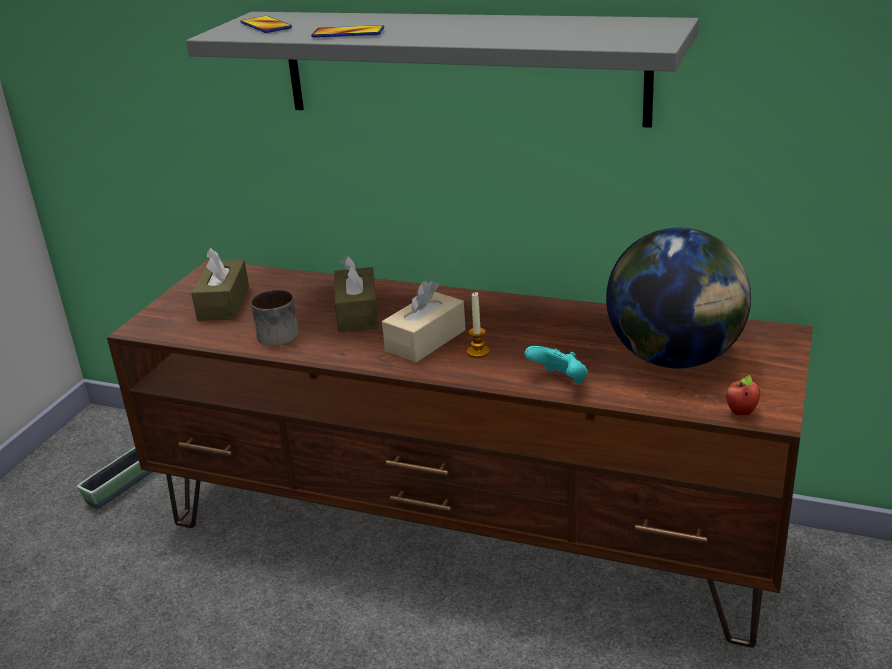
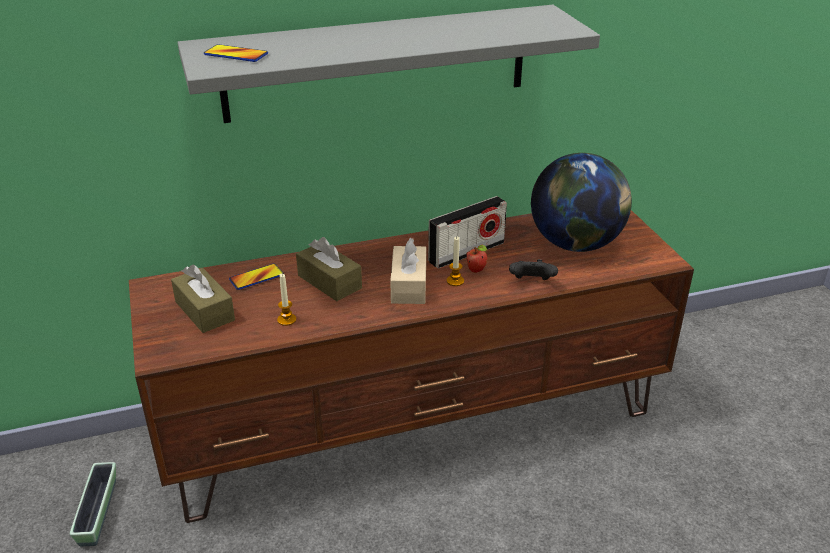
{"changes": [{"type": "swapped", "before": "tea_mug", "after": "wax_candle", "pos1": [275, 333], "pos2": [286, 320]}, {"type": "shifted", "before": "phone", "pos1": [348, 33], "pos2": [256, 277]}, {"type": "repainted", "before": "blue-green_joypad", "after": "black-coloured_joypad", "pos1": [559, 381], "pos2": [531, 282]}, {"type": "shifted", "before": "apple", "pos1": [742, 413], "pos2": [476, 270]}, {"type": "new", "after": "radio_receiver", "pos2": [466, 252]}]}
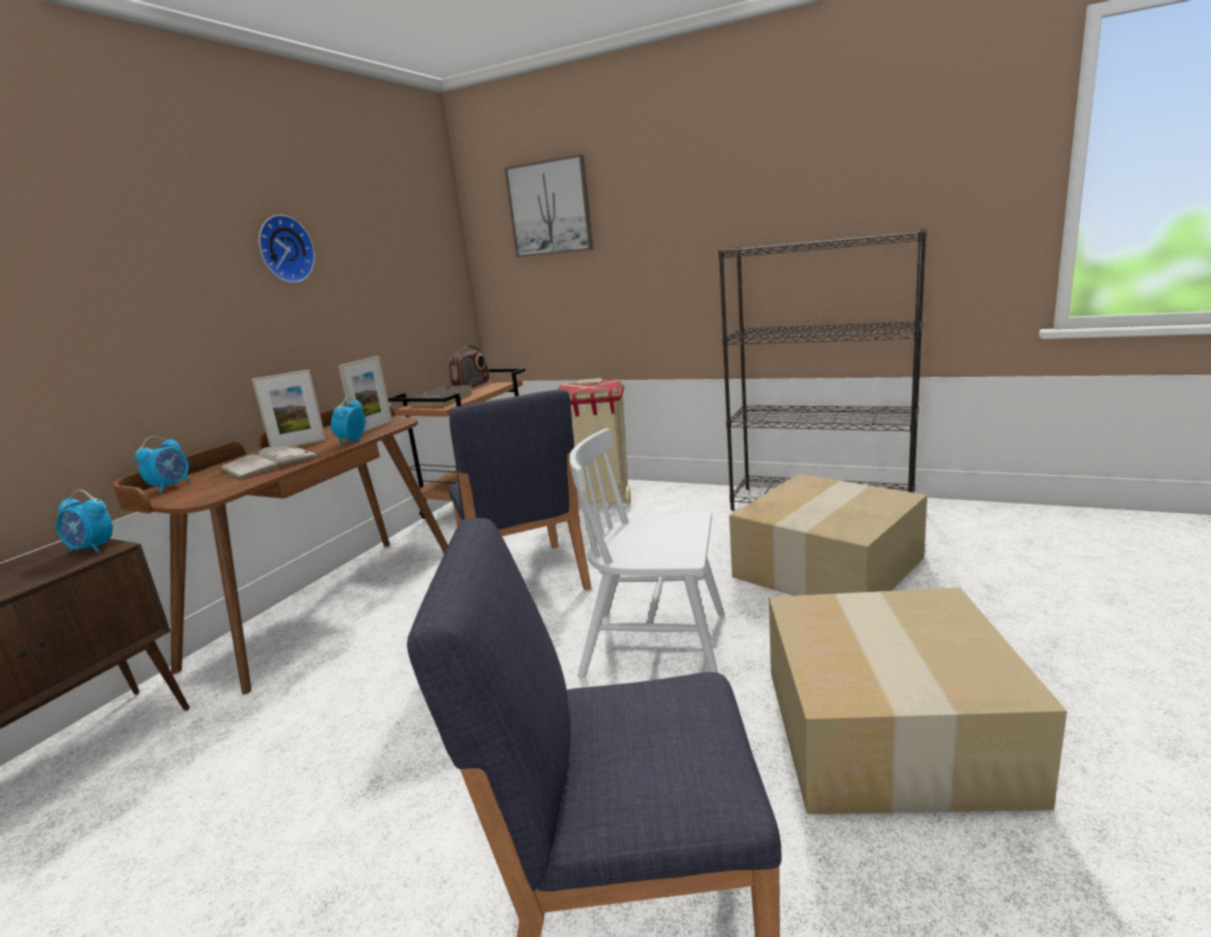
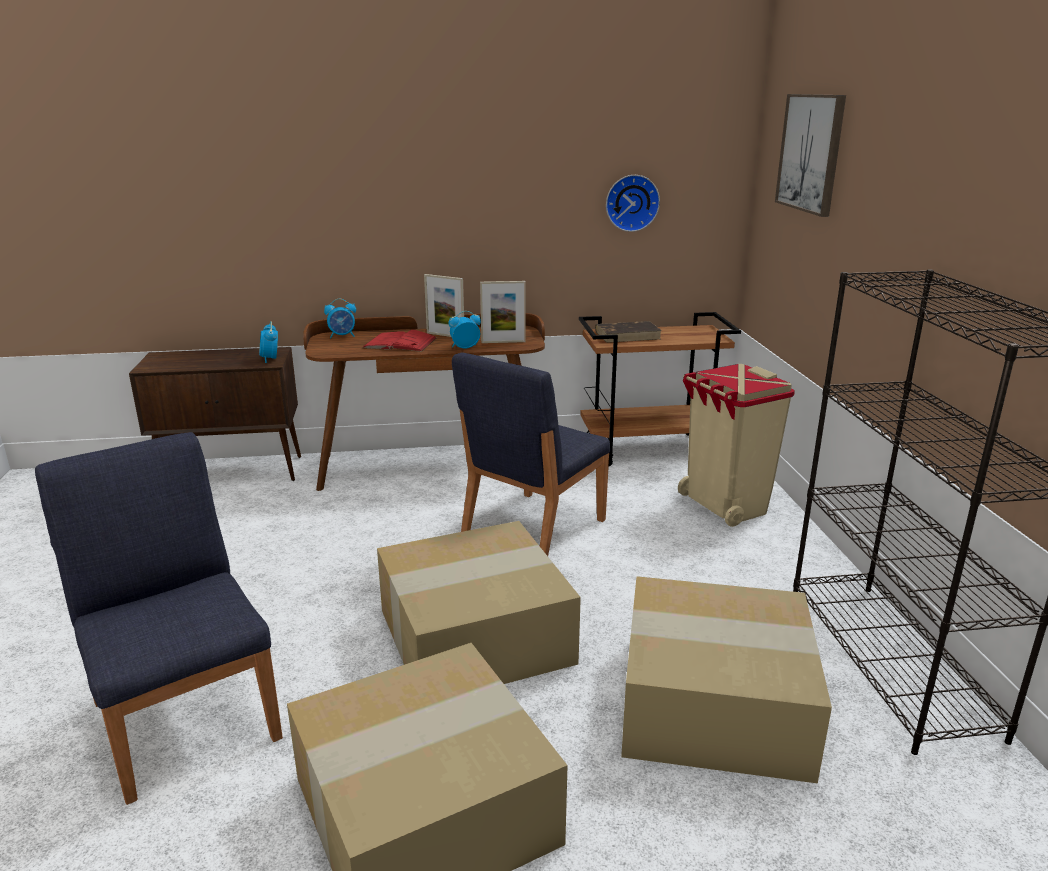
{"changes": [{"type": "repainted", "before": "white-coloured_volume", "after": "reddish_volume", "pos1": [270, 463], "pos2": [400, 343]}, {"type": "shifted", "before": "wall_clock", "pos1": [283, 249], "pos2": [631, 202]}, {"type": "gone", "before": "radio_receiver", "pos1": [471, 386]}, {"type": "swapped", "before": "white-coloured_upright_chair", "after": "packing_box", "pos1": [656, 645], "pos2": [477, 634]}]}
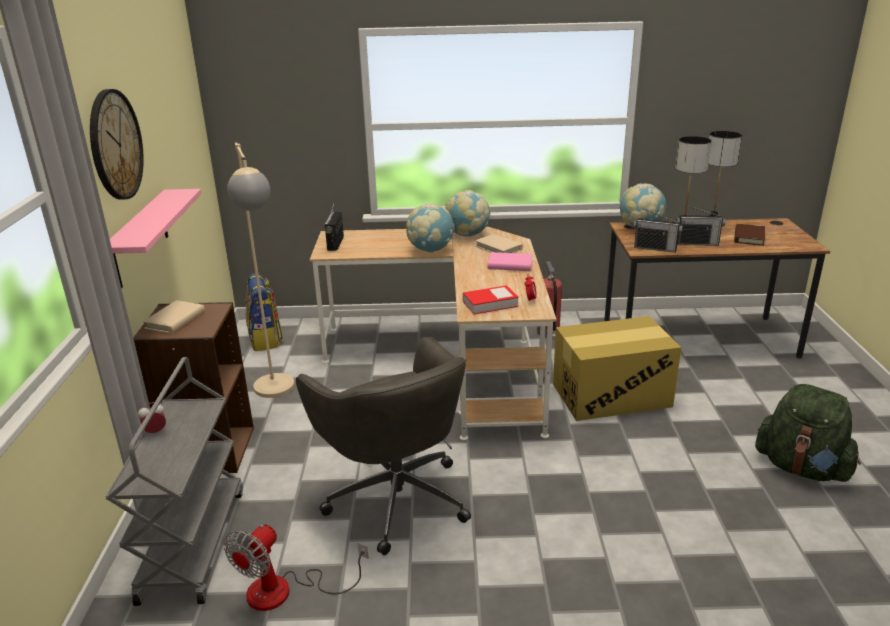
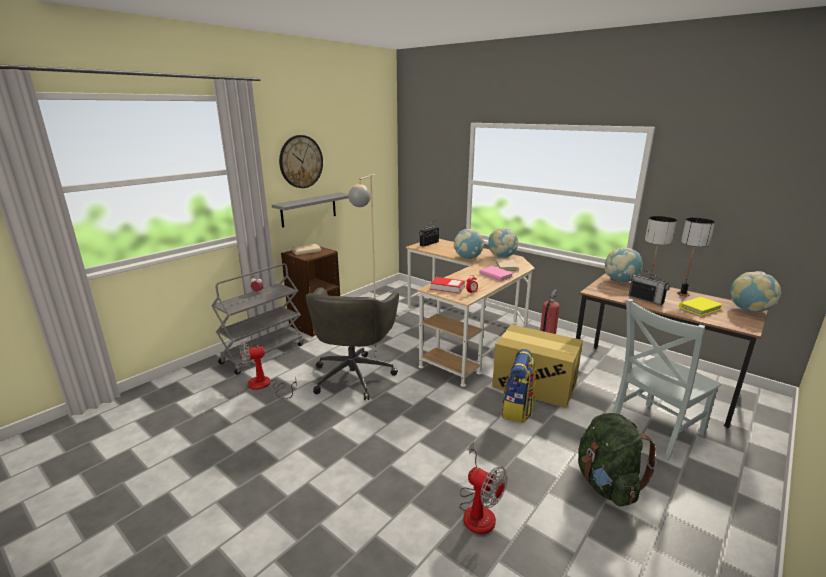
{"changes": [{"type": "repainted", "before": "pink_wall_shelf", "after": "greyish_wall_shelf", "pos1": [140, 238], "pos2": [309, 209]}, {"type": "shifted", "before": "knapsack", "pos1": [266, 340], "pos2": [517, 410]}, {"type": "gone", "before": "radio_receiver", "pos1": [655, 248]}, {"type": "repainted", "before": "brownish_volume", "after": "yellowish_volume", "pos1": [749, 237], "pos2": [699, 308]}, {"type": "new", "after": "cooling_fan", "pos2": [478, 510]}, {"type": "new", "after": "greyish_upright_chair", "pos2": [653, 430]}, {"type": "new", "after": "world_globe", "pos2": [749, 310]}]}
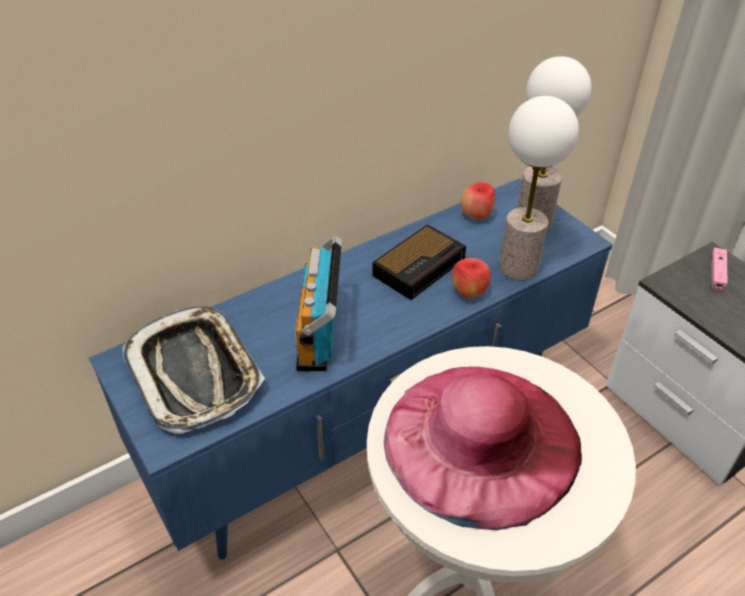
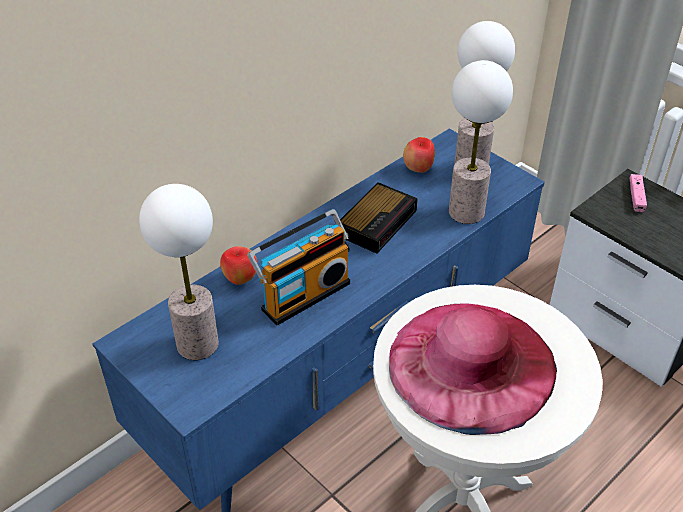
{"changes": [{"type": "swapped", "before": "carrying_tray", "after": "tabletop_lamp", "pos1": [195, 373], "pos2": [198, 344]}, {"type": "rotated", "before": "radio_receiver", "pos1": [321, 333], "pos2": [303, 294], "turn": -120}, {"type": "shifted", "before": "apple", "pos1": [469, 293], "pos2": [240, 279]}]}
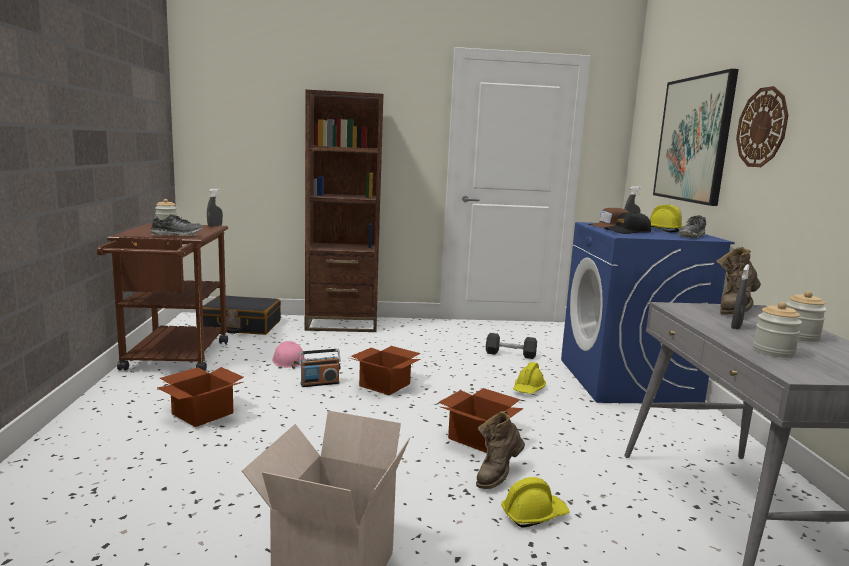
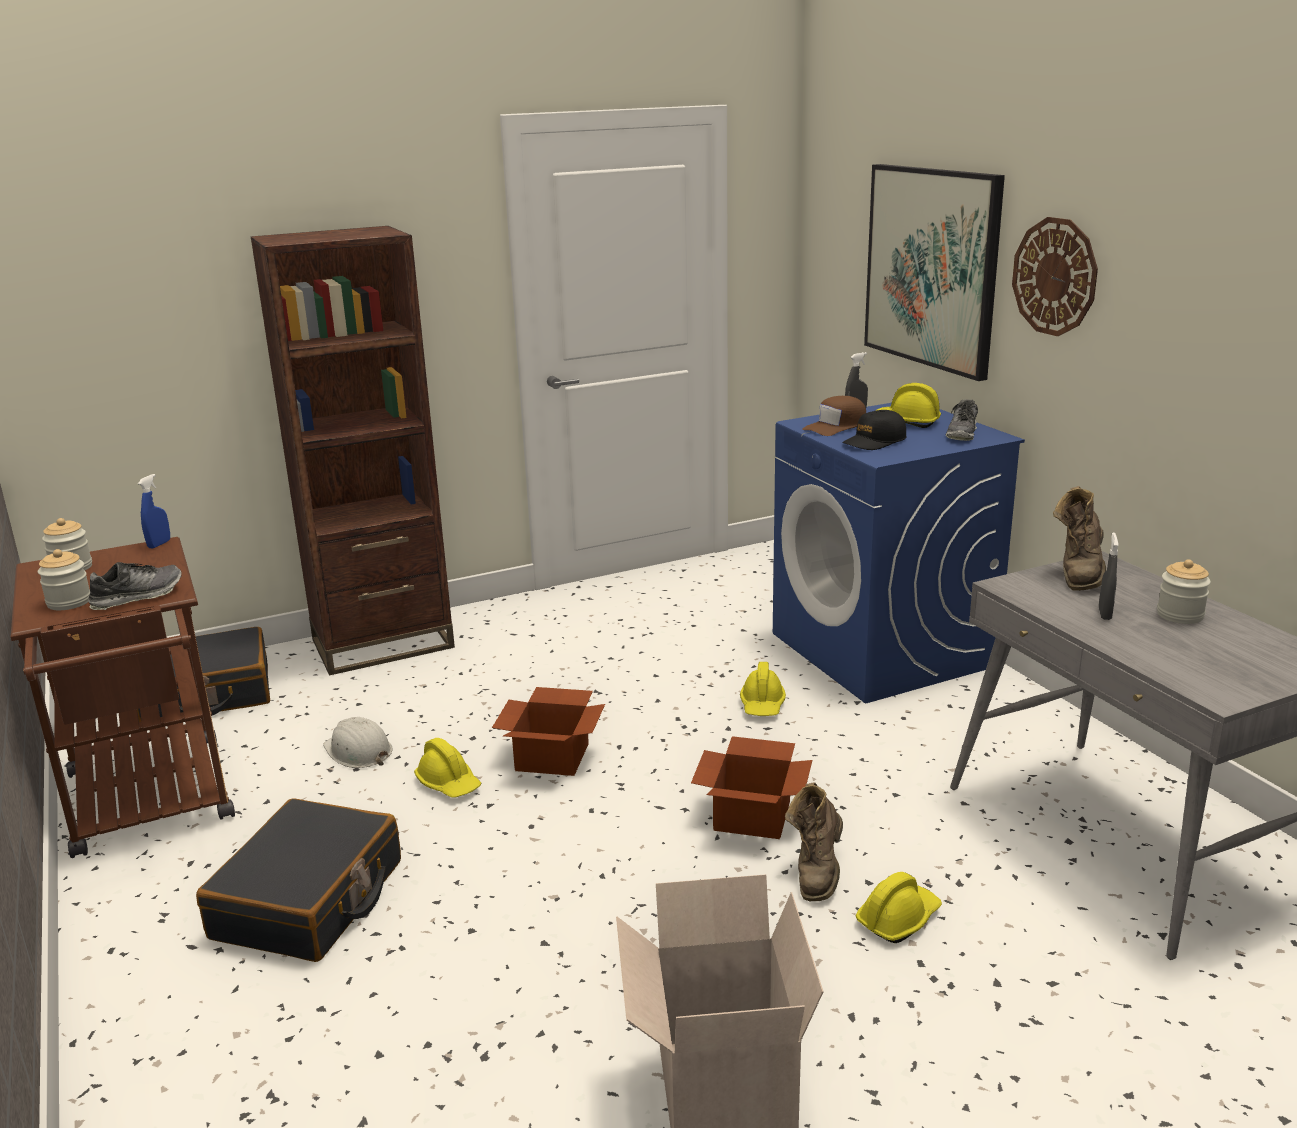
{"changes": [{"type": "swapped", "before": "packing_box", "after": "black-coloured_piece_of_luggage", "pos1": [202, 413], "pos2": [309, 900]}, {"type": "repainted", "before": "greyish_spray_bottle", "after": "blue_spray_bottle", "pos1": [215, 226], "pos2": [159, 544]}, {"type": "repainted", "before": "pink_work_helmet", "after": "white-coloured_work_helmet", "pos1": [288, 361], "pos2": [358, 751]}, {"type": "swapped", "before": "radio_receiver", "after": "yellowish_work_helmet", "pos1": [319, 383], "pos2": [449, 784]}, {"type": "gone", "before": "black-coloured_free_weight", "pos1": [510, 354]}, {"type": "shifted", "before": "jar", "pos1": [773, 351], "pos2": [69, 602]}]}
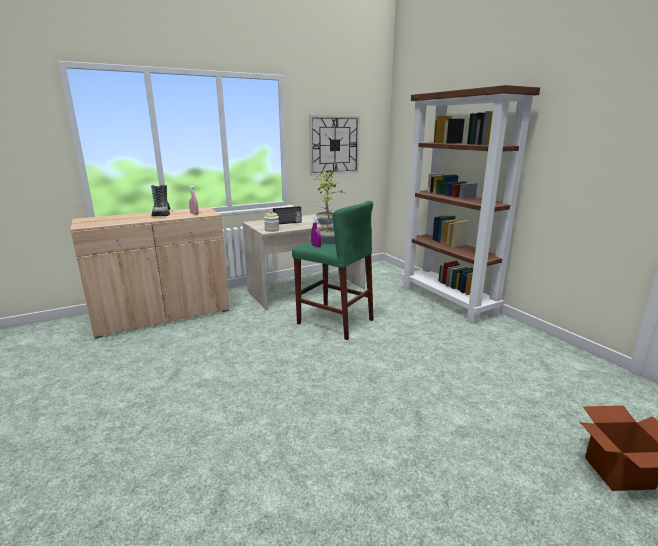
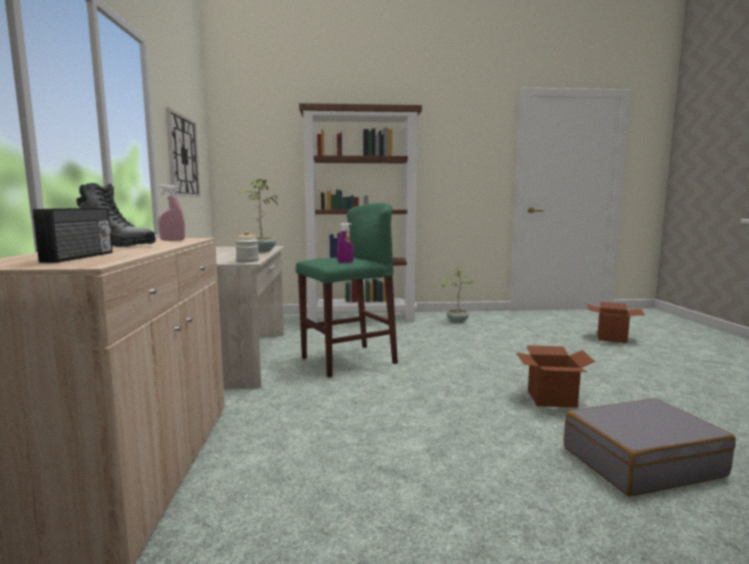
{"changes": [{"type": "shifted", "before": "radio_receiver", "pos1": [287, 223], "pos2": [80, 257]}, {"type": "shifted", "before": "potted_plant", "pos1": [328, 241], "pos2": [457, 321]}, {"type": "new", "after": "packing_box", "pos2": [551, 399]}, {"type": "new", "after": "greyish_piece_of_luggage", "pos2": [641, 461]}]}
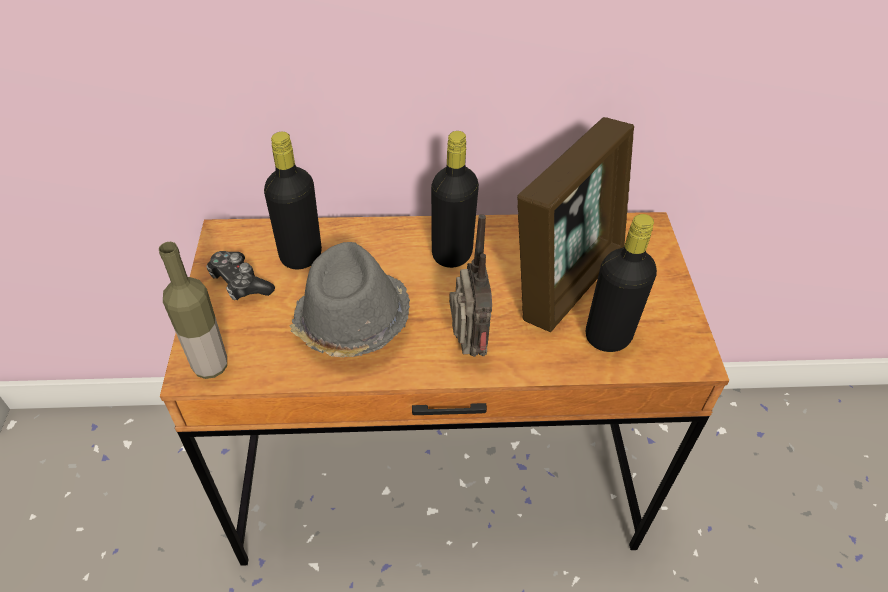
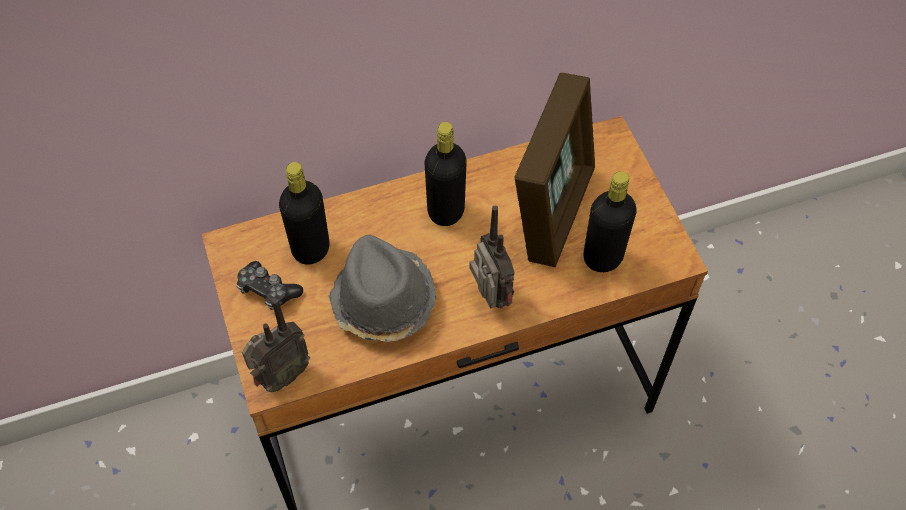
{"changes": [{"type": "swapped", "before": "bottle", "after": "radio_receiver", "pos1": [210, 366], "pos2": [280, 376]}]}
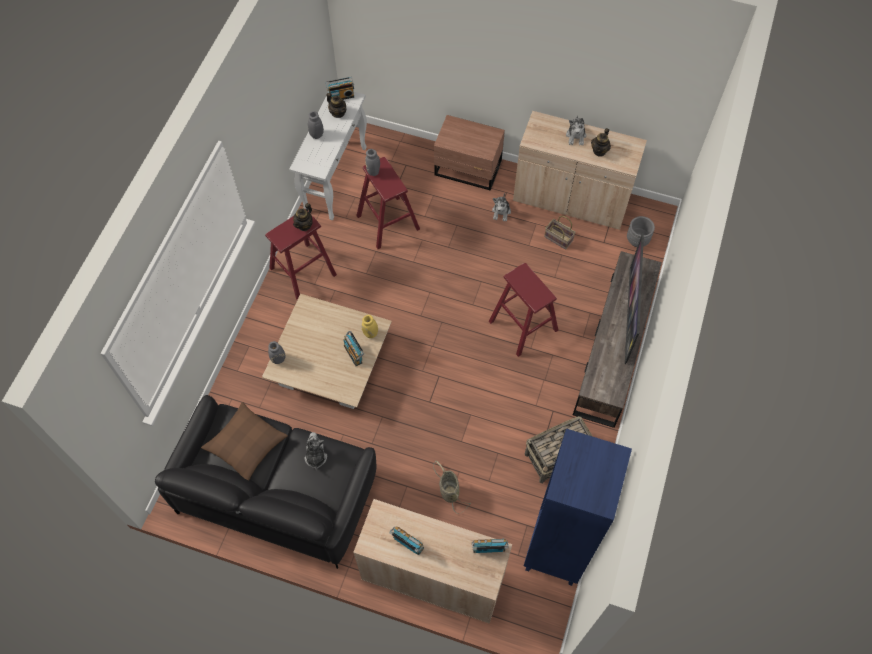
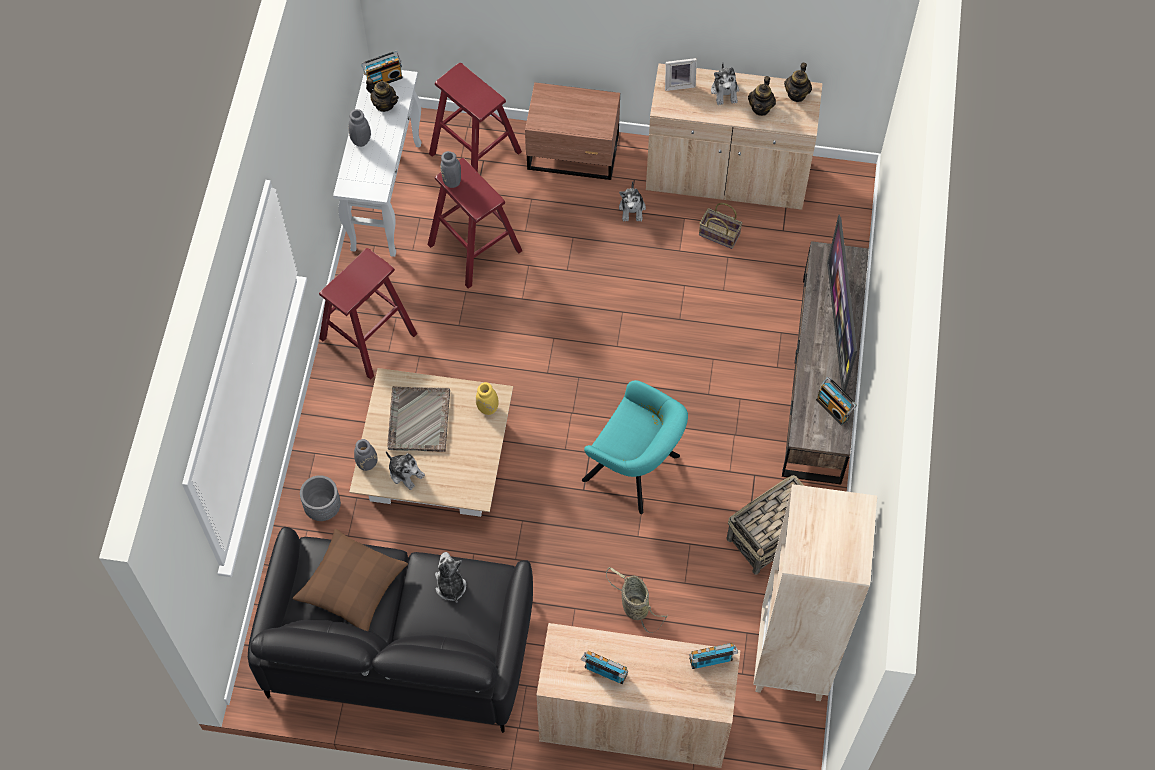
{"changes": [{"type": "shifted", "before": "teapot", "pos1": [304, 225], "pos2": [797, 94]}, {"type": "shifted", "before": "radio_receiver", "pos1": [354, 353], "pos2": [833, 408]}, {"type": "shifted", "before": "reddish_sitting_stool", "pos1": [523, 325], "pos2": [475, 153]}, {"type": "repainted", "before": "blue_bookcase", "after": "beige_bookcase", "pos1": [556, 551], "pos2": [792, 660]}, {"type": "shifted", "before": "greyish_plant_pot", "pos1": [637, 240], "pos2": [323, 508]}, {"type": "new", "after": "soft_toy", "pos2": [405, 473]}, {"type": "new", "after": "greyish_carrying_tray", "pos2": [418, 420]}, {"type": "new", "after": "blue-green_easy_chair", "pos2": [636, 471]}, {"type": "new", "after": "photo_frame", "pos2": [679, 83]}]}
